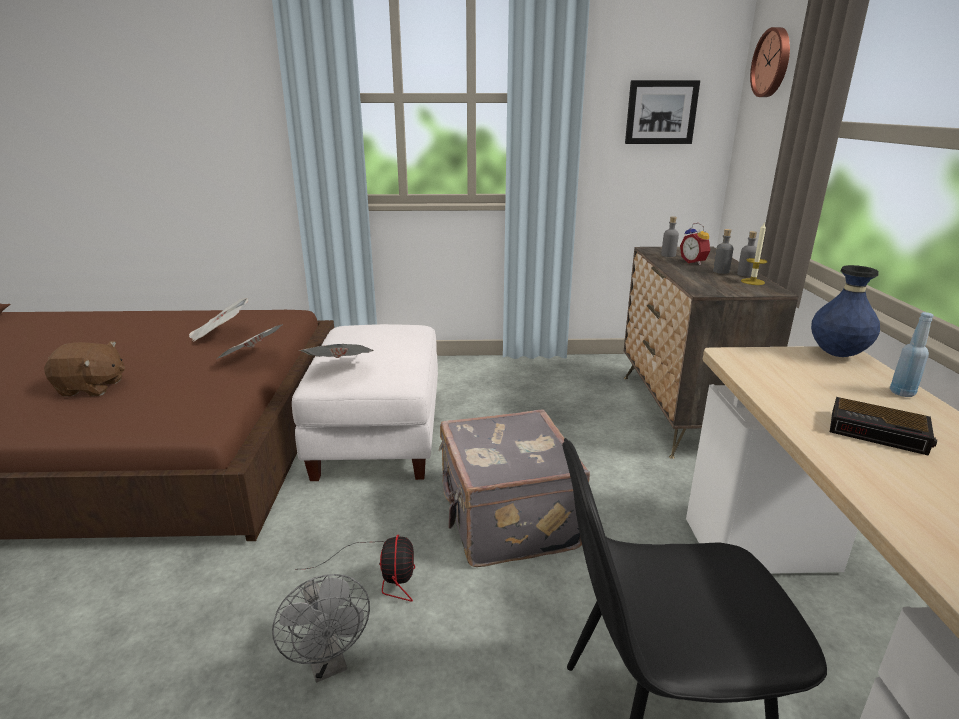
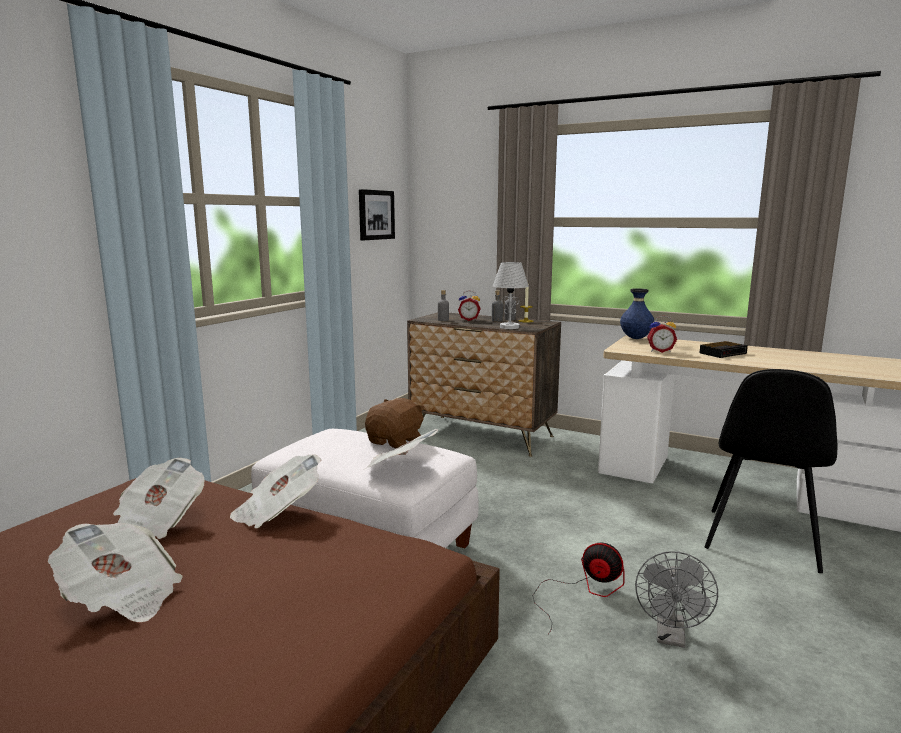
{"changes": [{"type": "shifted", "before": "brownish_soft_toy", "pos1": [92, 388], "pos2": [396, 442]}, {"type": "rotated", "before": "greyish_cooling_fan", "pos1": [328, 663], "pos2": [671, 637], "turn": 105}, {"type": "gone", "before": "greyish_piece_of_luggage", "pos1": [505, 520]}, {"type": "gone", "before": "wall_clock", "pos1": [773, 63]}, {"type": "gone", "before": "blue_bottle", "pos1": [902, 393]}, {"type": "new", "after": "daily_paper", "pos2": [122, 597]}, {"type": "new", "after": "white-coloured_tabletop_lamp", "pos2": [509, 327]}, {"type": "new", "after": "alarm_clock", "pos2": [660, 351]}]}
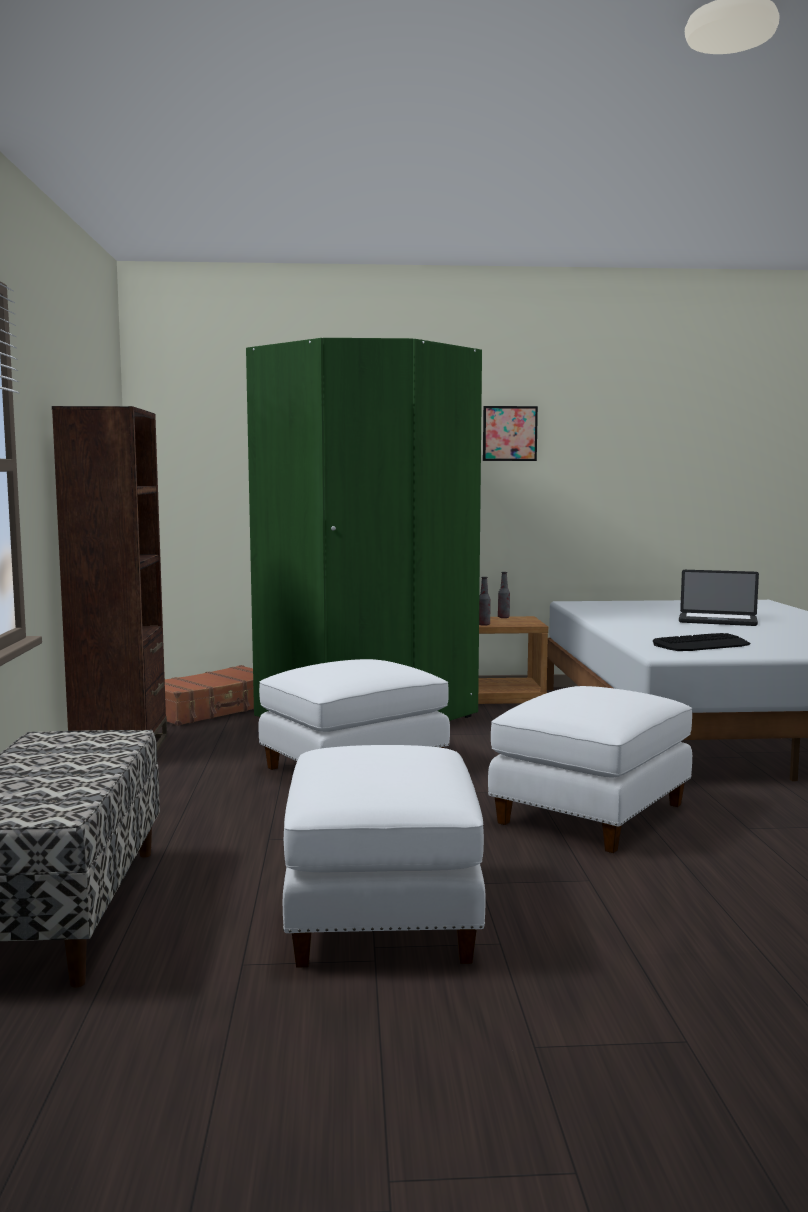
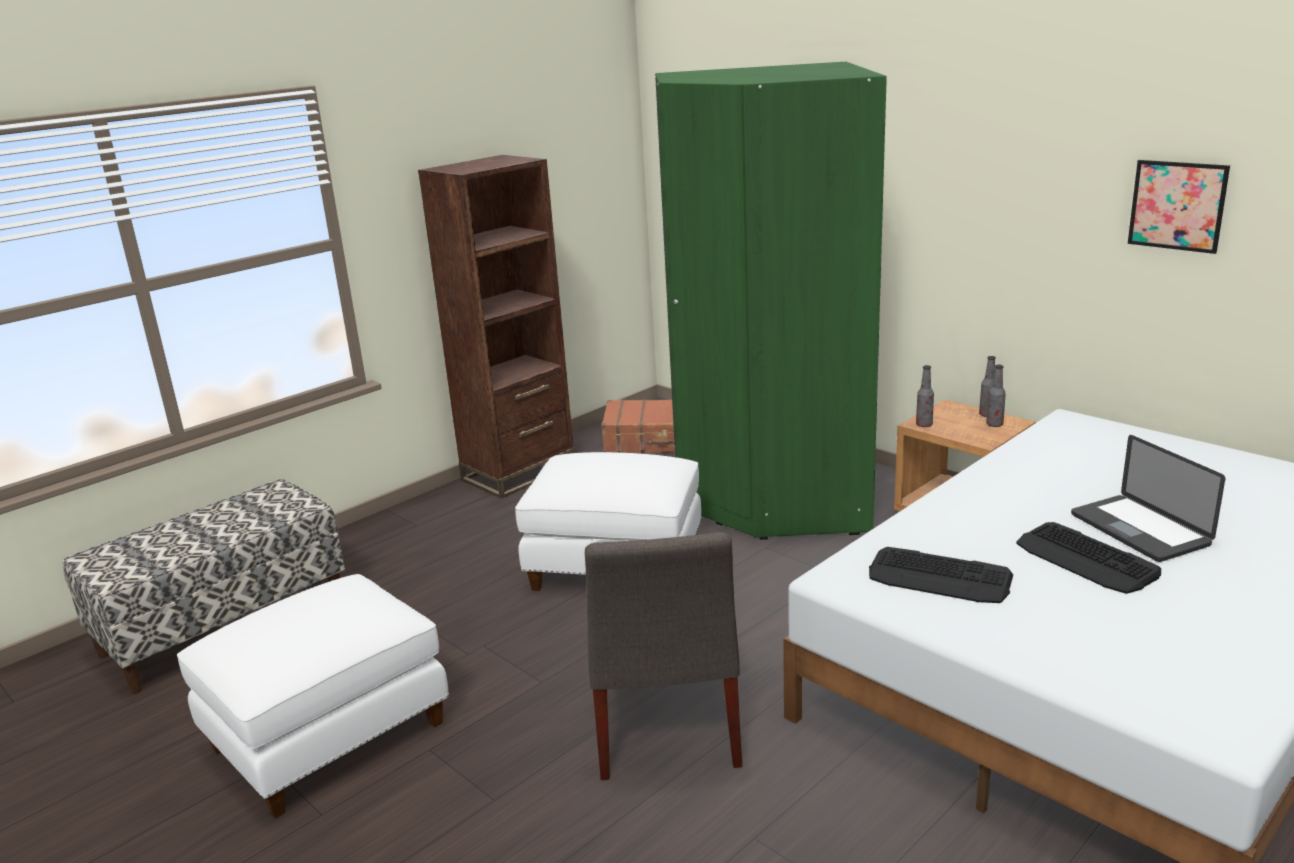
{"changes": [{"type": "shifted", "before": "picture", "pos1": [509, 433], "pos2": [1177, 205]}, {"type": "swapped", "before": "white-coloured_ottoman", "after": "greyish_upright_chair", "pos1": [593, 814], "pos2": [664, 729]}, {"type": "new", "after": "bottle", "pos2": [994, 425]}, {"type": "new", "after": "PC_keyboard", "pos2": [1086, 559]}]}
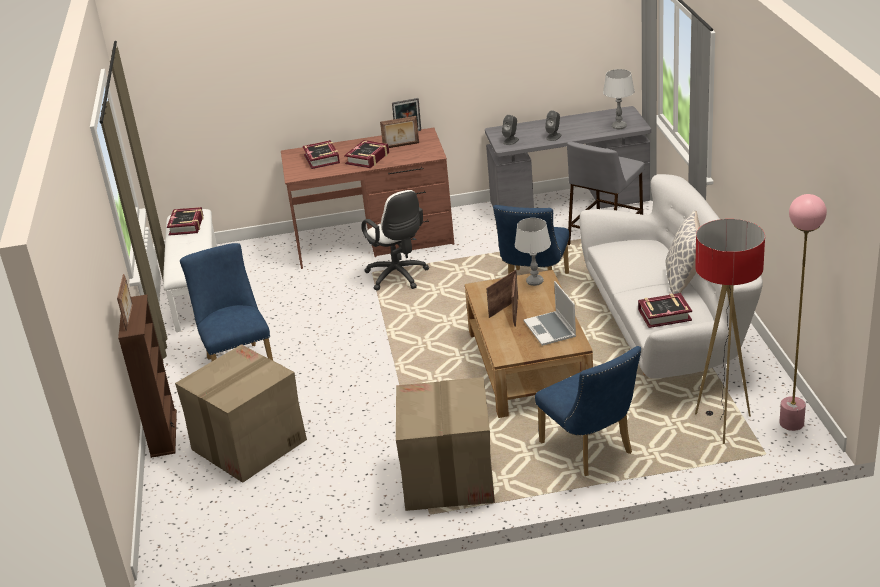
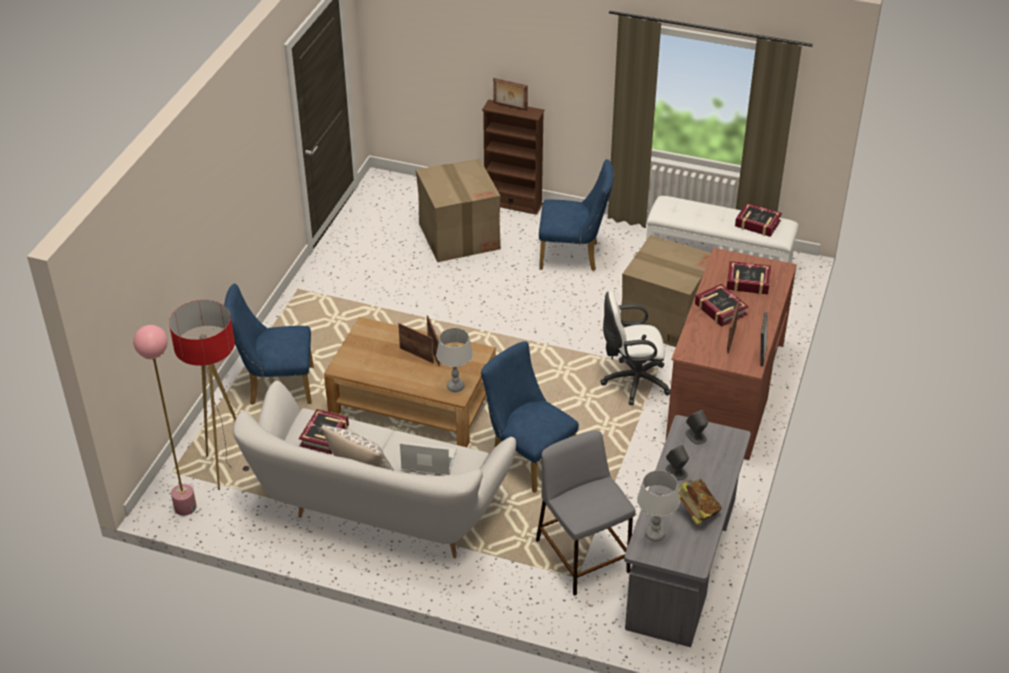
{"changes": [{"type": "shifted", "before": "packing_box", "pos1": [448, 478], "pos2": [664, 318]}, {"type": "shifted", "before": "laptop", "pos1": [551, 330], "pos2": [428, 462]}, {"type": "new", "after": "volume", "pos2": [696, 512]}]}
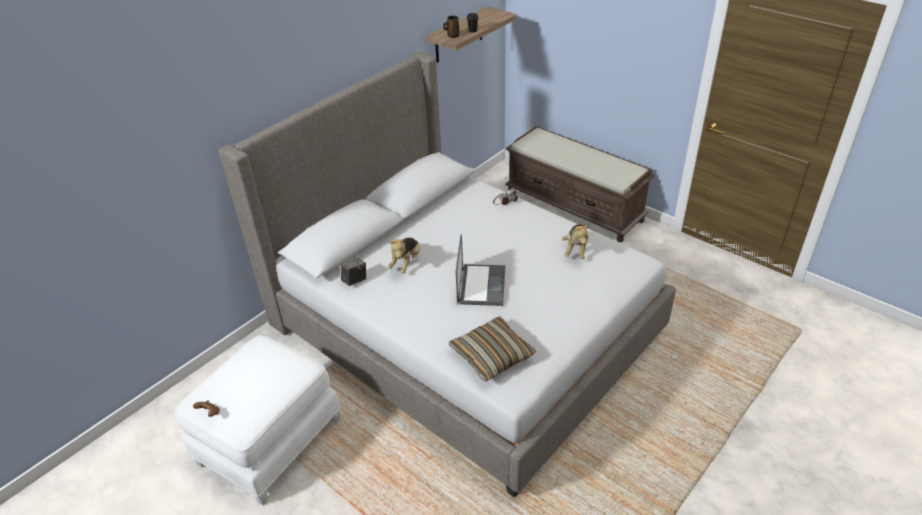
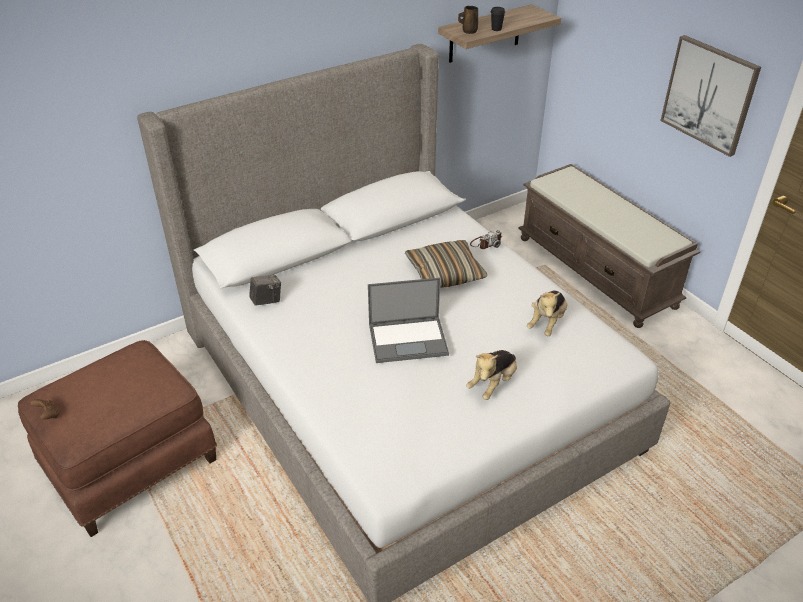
{"changes": [{"type": "repainted", "before": "white-coloured_ottoman", "after": "brownish_ottoman", "pos1": [269, 440], "pos2": [130, 463]}, {"type": "shifted", "before": "soft_toy", "pos1": [406, 263], "pos2": [493, 384]}, {"type": "shifted", "before": "pillow", "pos1": [492, 355], "pos2": [445, 273]}, {"type": "rotated", "before": "laptop", "pos1": [481, 284], "pos2": [409, 339], "turn": 60}, {"type": "new", "after": "picture", "pos2": [709, 95]}]}
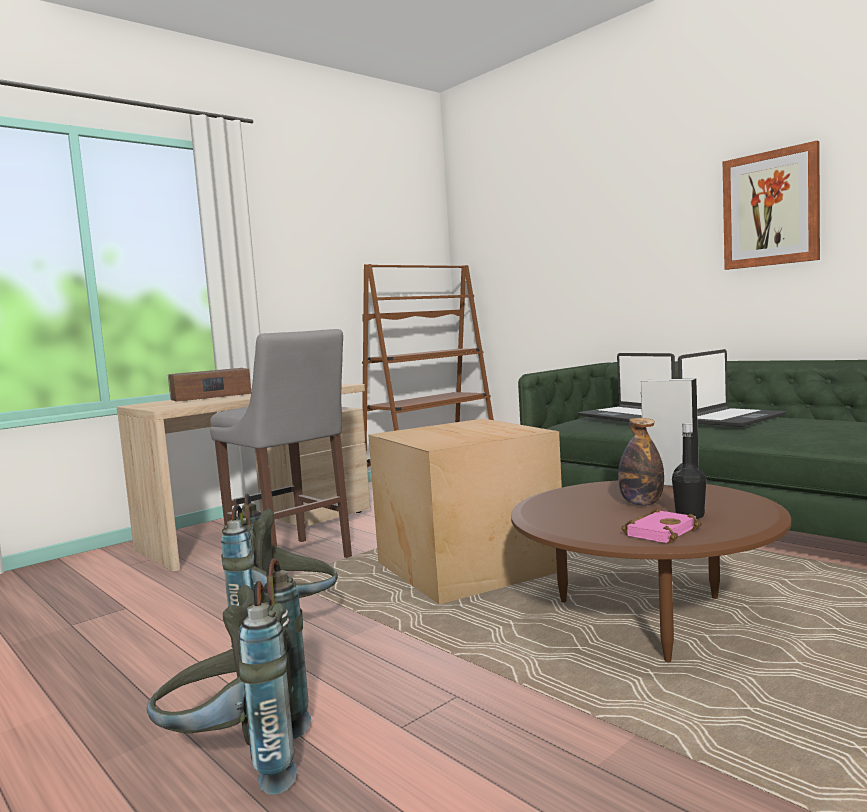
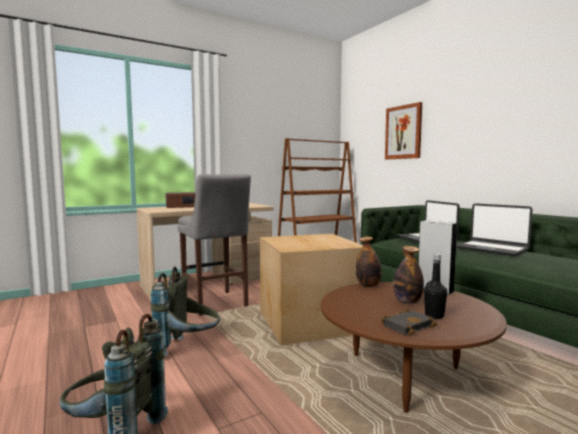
{"changes": [{"type": "repainted", "before": "pink_volume", "after": "black-coloured_volume", "pos1": [660, 532], "pos2": [407, 325]}, {"type": "rotated", "before": "laptop", "pos1": [731, 419], "pos2": [491, 249], "turn": 75}, {"type": "shifted", "before": "picture", "pos1": [770, 209], "pos2": [403, 132]}, {"type": "new", "after": "bottle", "pos2": [368, 285]}]}
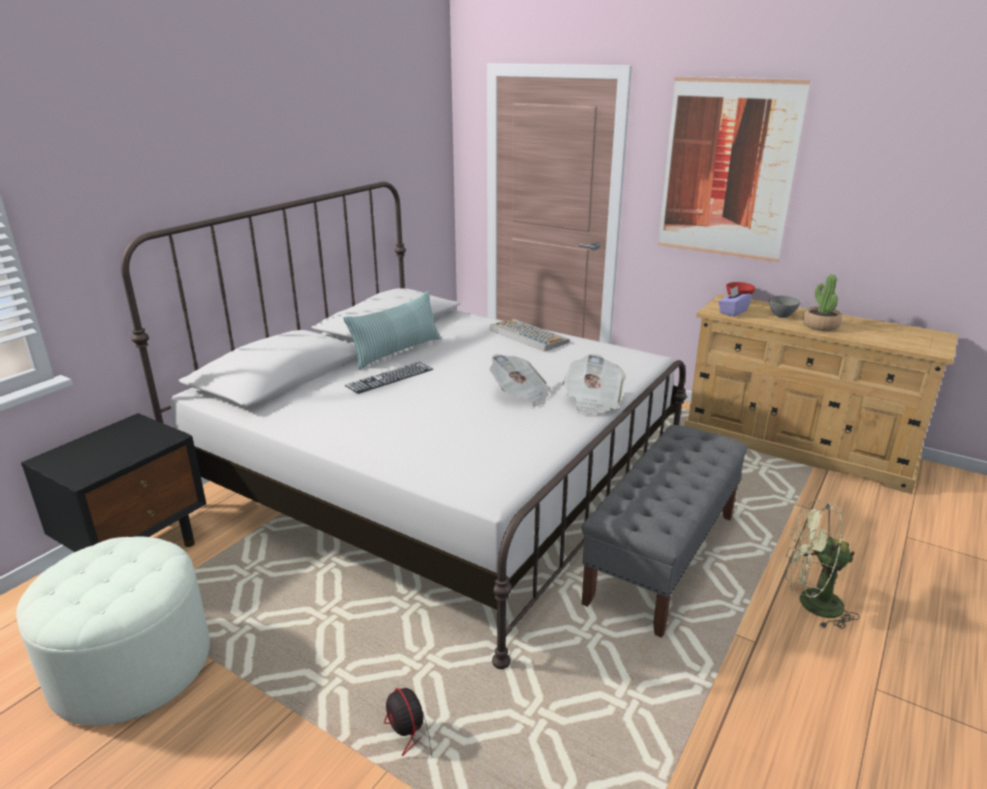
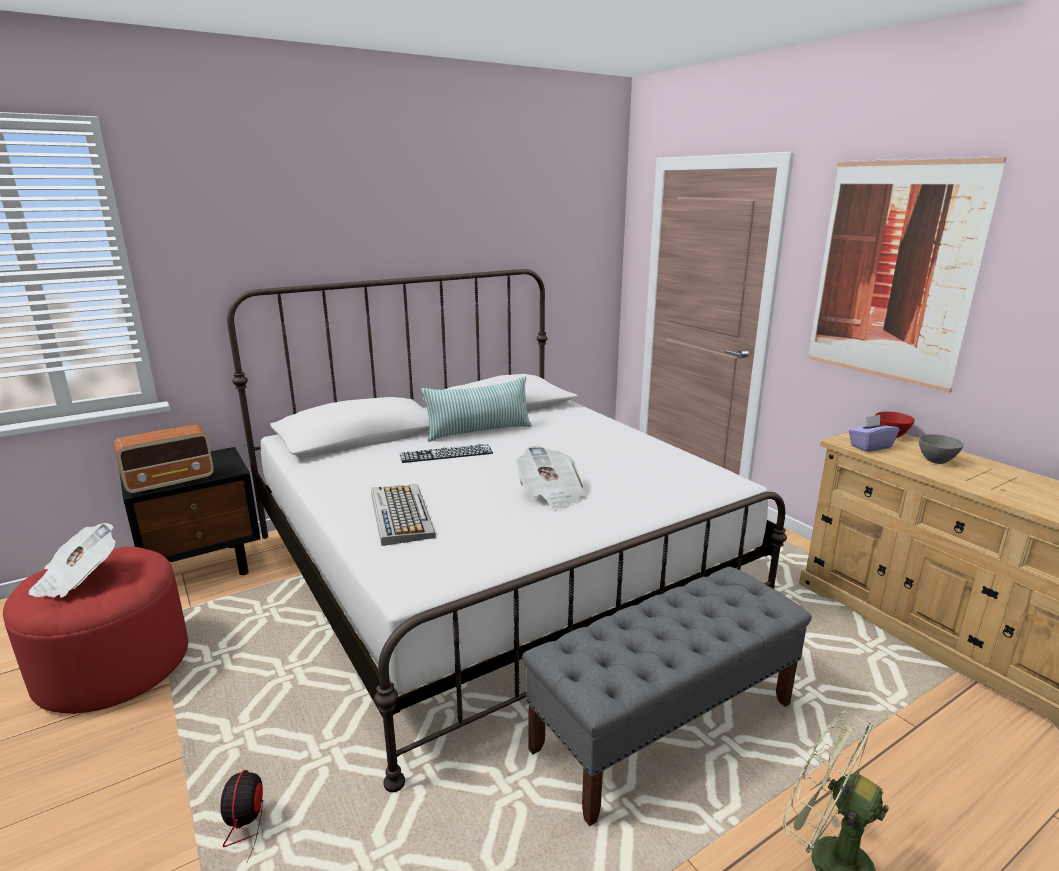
{"changes": [{"type": "repainted", "before": "white-coloured_ottoman", "after": "reddish_ottoman", "pos1": [132, 666], "pos2": [113, 665]}, {"type": "shifted", "before": "PC_keyboard", "pos1": [527, 336], "pos2": [400, 514]}, {"type": "shifted", "before": "daily_paper", "pos1": [592, 401], "pos2": [78, 579]}, {"type": "gone", "before": "potted_plant", "pos1": [820, 326]}, {"type": "new", "after": "radio_receiver", "pos2": [171, 481]}]}
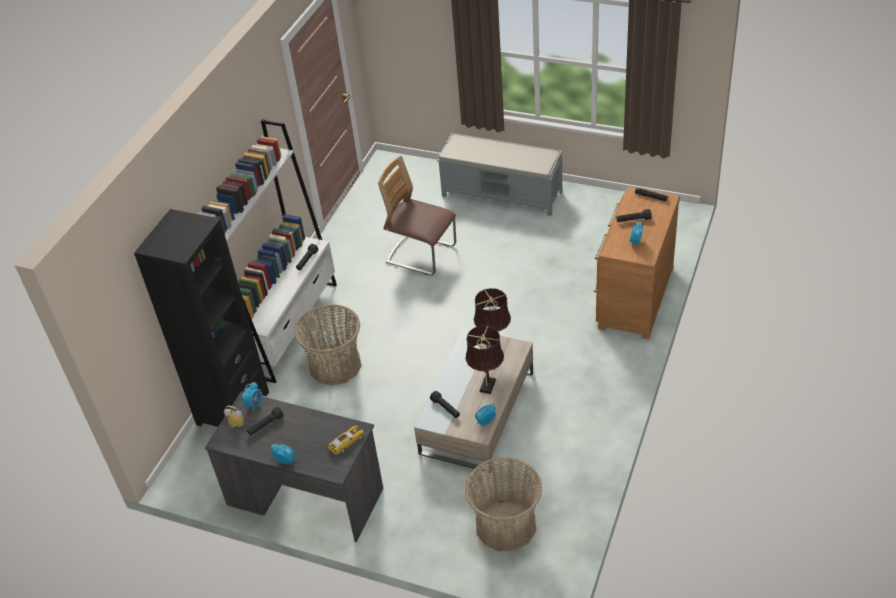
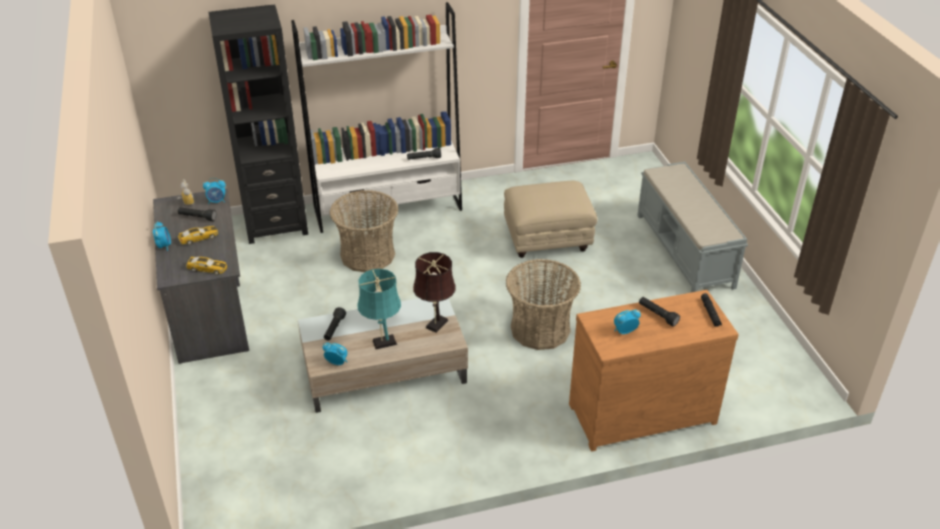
{"changes": [{"type": "swapped", "before": "upright_chair", "after": "beige_ottoman", "pos1": [421, 255], "pos2": [548, 239]}, {"type": "repainted", "before": "brownish_tabletop_lamp", "after": "blue-green_tabletop_lamp", "pos1": [487, 387], "pos2": [382, 343]}, {"type": "shifted", "before": "household_basket", "pos1": [506, 525], "pos2": [540, 329]}, {"type": "new", "after": "toy_car", "pos2": [199, 238]}]}
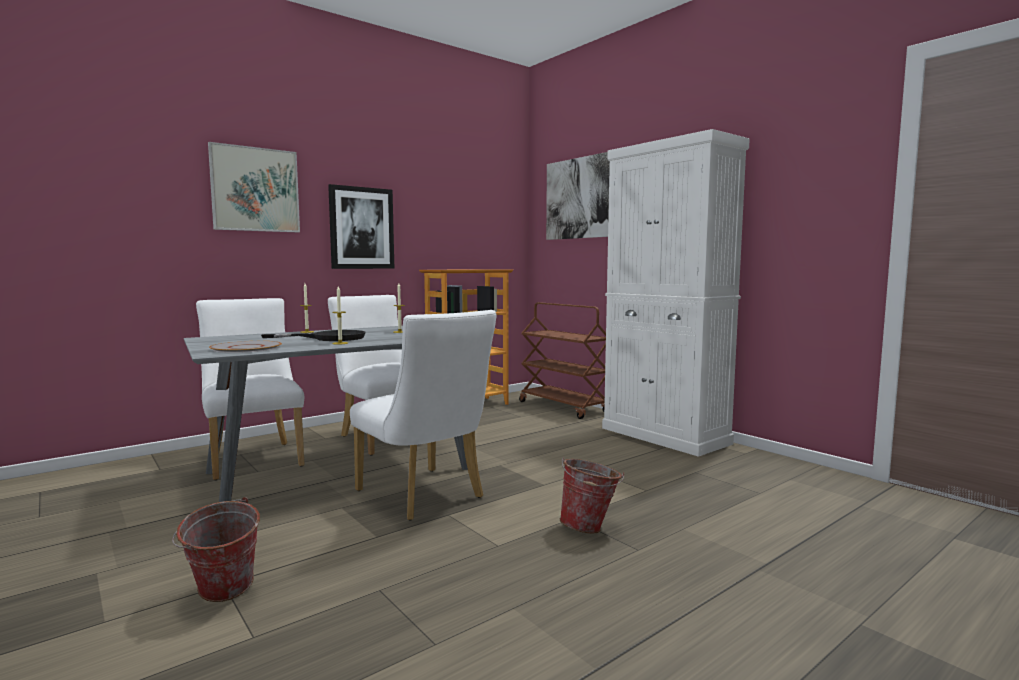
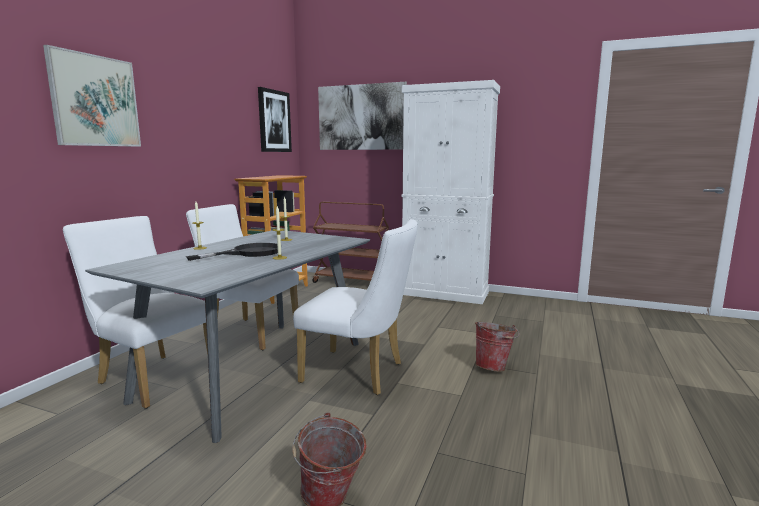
{"changes": [{"type": "gone", "before": "greyish_dinner_plate", "pos1": [245, 348]}, {"type": "shifted", "before": "picture", "pos1": [361, 228], "pos2": [274, 121]}]}
